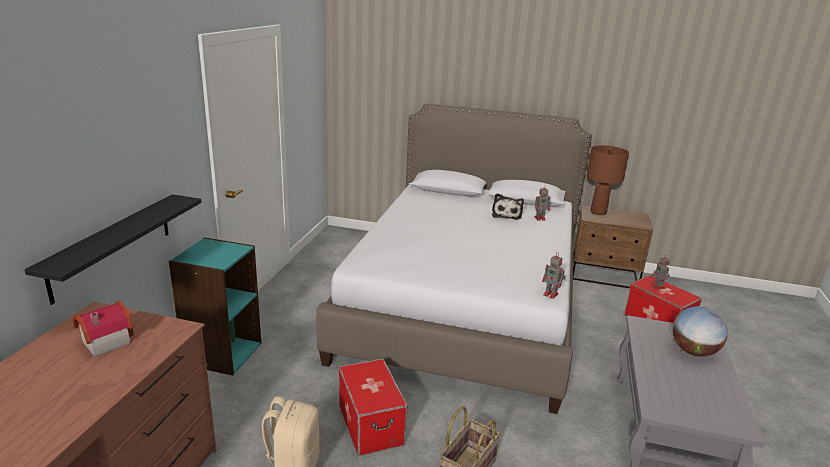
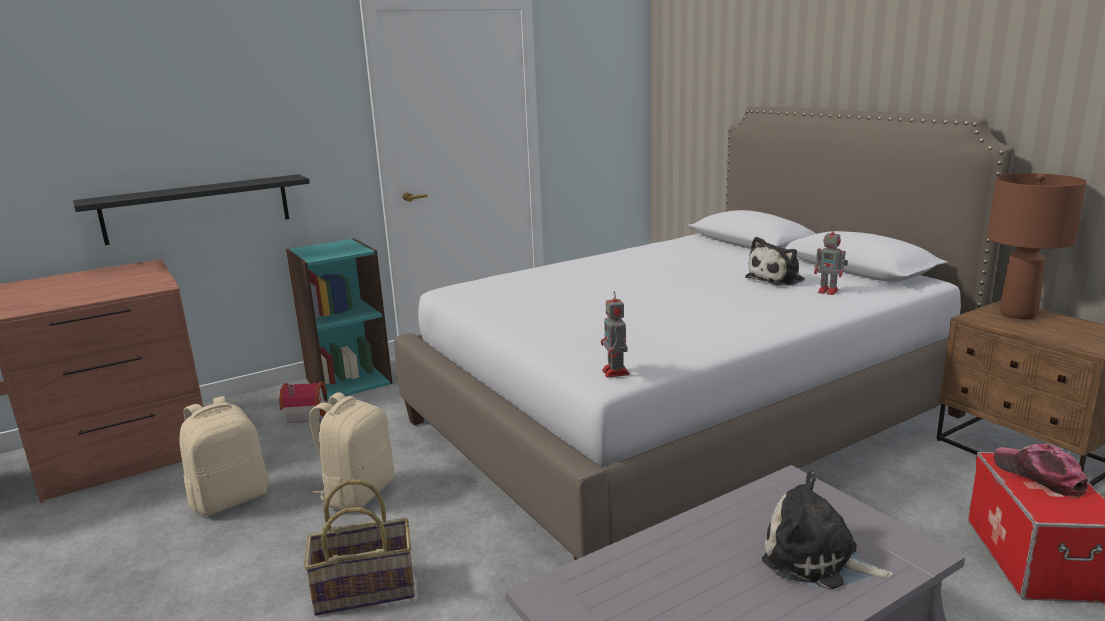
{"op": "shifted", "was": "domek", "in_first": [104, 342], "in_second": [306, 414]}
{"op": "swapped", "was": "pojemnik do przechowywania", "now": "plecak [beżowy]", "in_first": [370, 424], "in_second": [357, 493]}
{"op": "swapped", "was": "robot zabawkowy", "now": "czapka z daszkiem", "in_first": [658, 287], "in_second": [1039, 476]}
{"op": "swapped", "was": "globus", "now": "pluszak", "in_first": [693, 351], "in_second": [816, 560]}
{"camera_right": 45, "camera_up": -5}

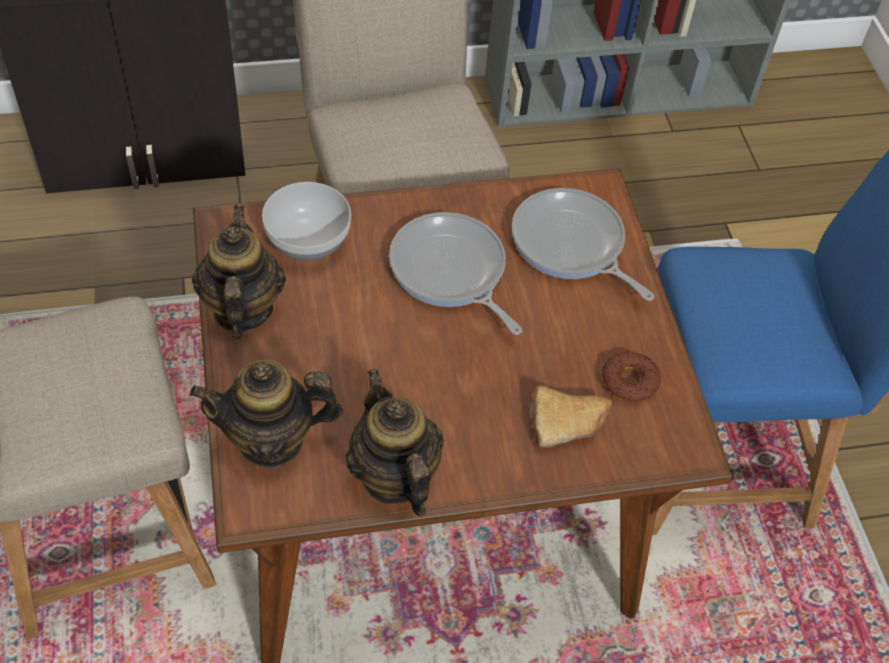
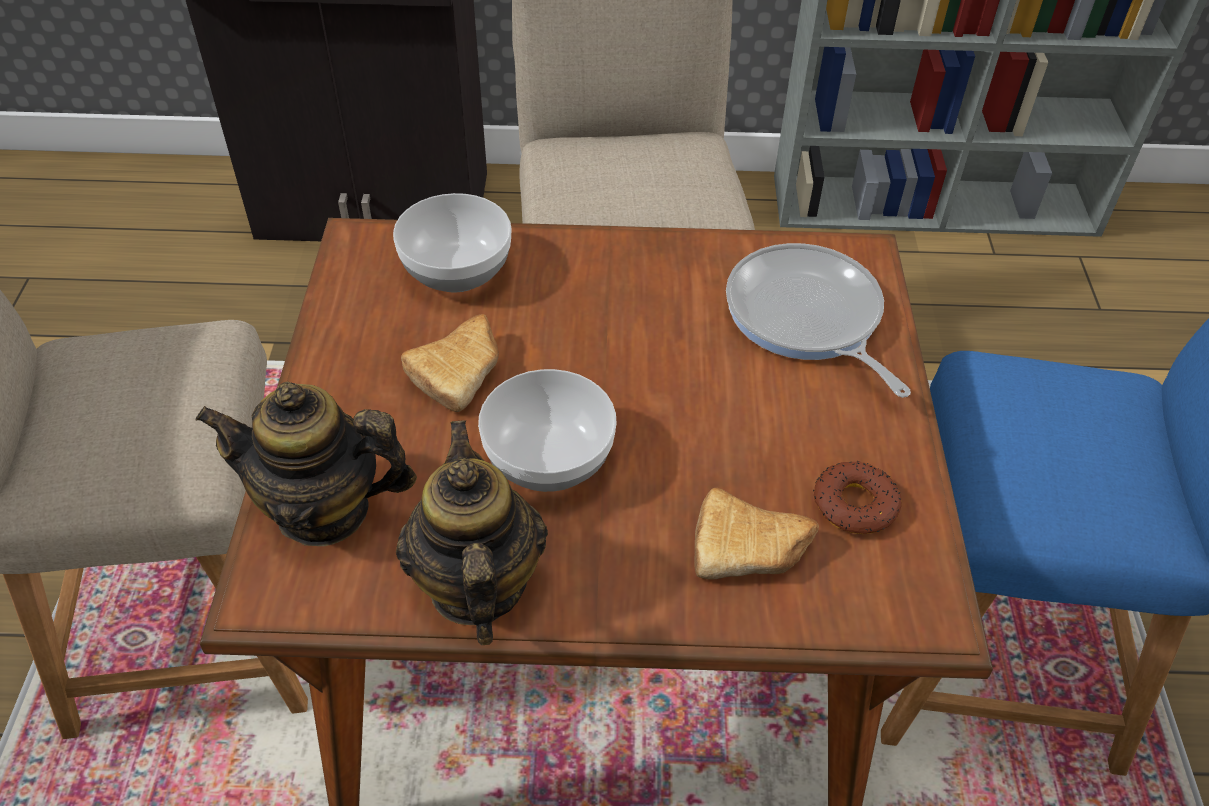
{"op": "gone", "was": "imbryk", "in_first": [241, 309]}
{"op": "gone", "was": "patelnia", "in_first": [450, 272]}
{"op": "new", "now": "chleb", "in_second": [462, 371]}
{"op": "new", "now": "miska", "in_second": [547, 457]}
{"camera_right": 15, "camera_up": -5}

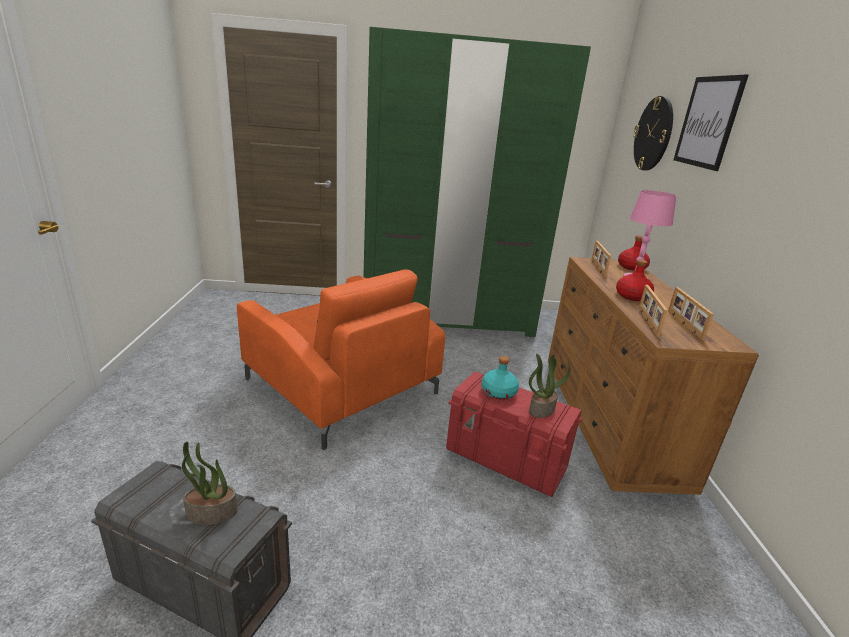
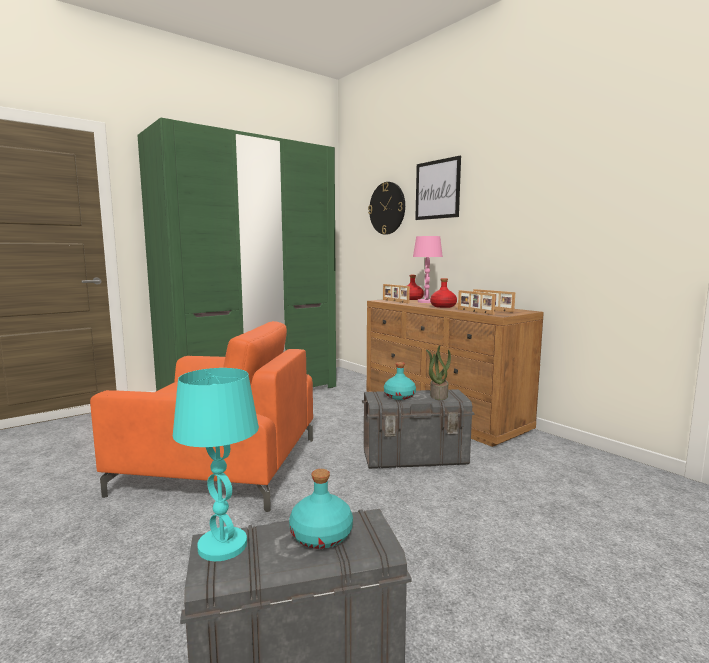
{"op": "new", "now": "lampa stołowa [turkusowy]", "in_second": [222, 545]}
{"op": "swapped", "was": "roślina doniczkowa", "now": "butelka [turkusowy]", "in_first": [211, 513], "in_second": [321, 536]}
{"op": "repainted", "was": "pojemnik do przechowywania [czerwony]", "now": "pojemnik do przechowywania [szary]", "in_first": [506, 460], "in_second": [415, 458]}
{"camera_right": -35, "camera_up": -15}

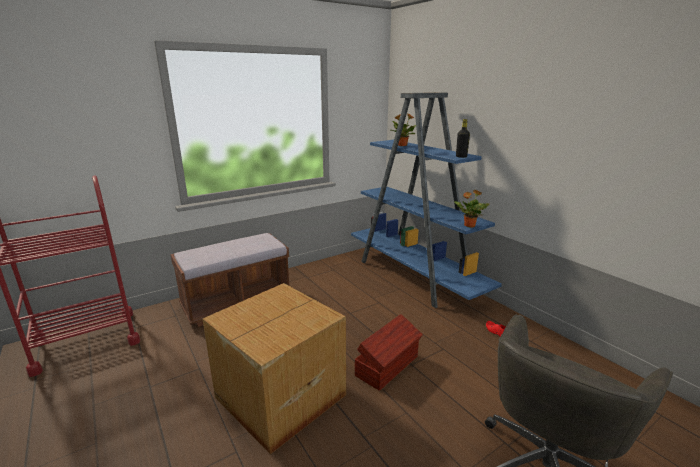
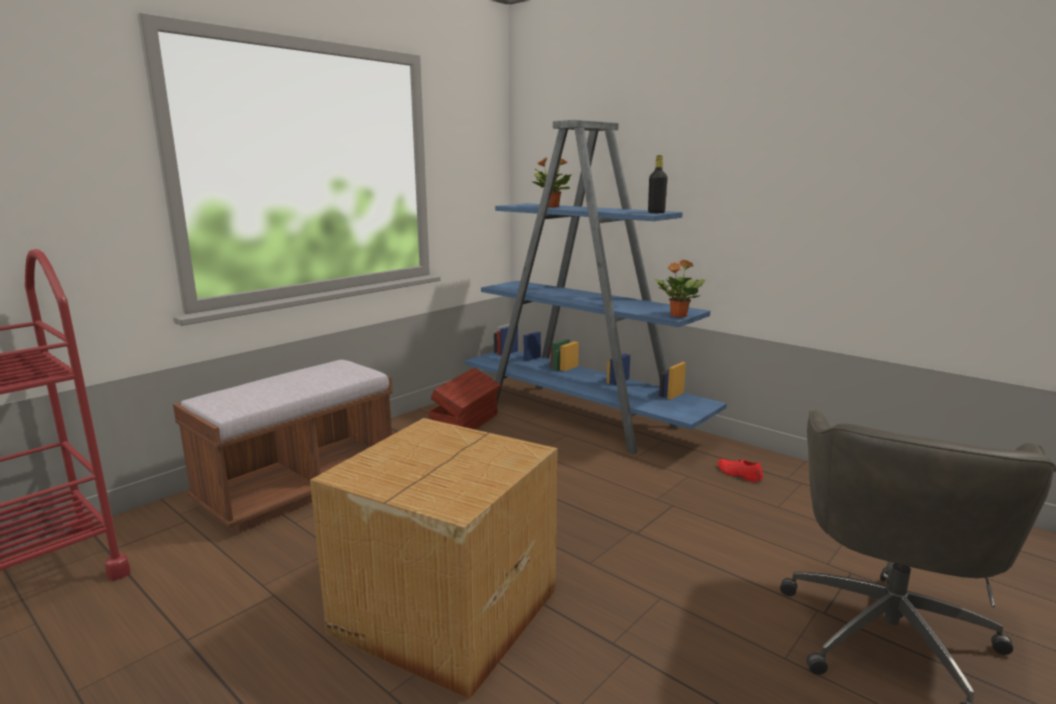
{"op": "shifted", "was": "pojemnik do przechowywania [brązowy]", "in_first": [388, 366], "in_second": [466, 423]}
{"camera_right": -15, "camera_up": -5}

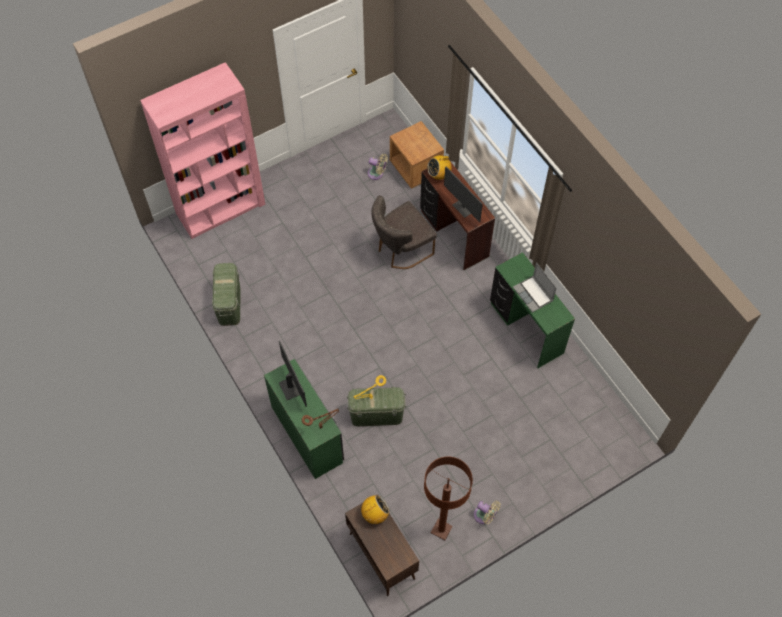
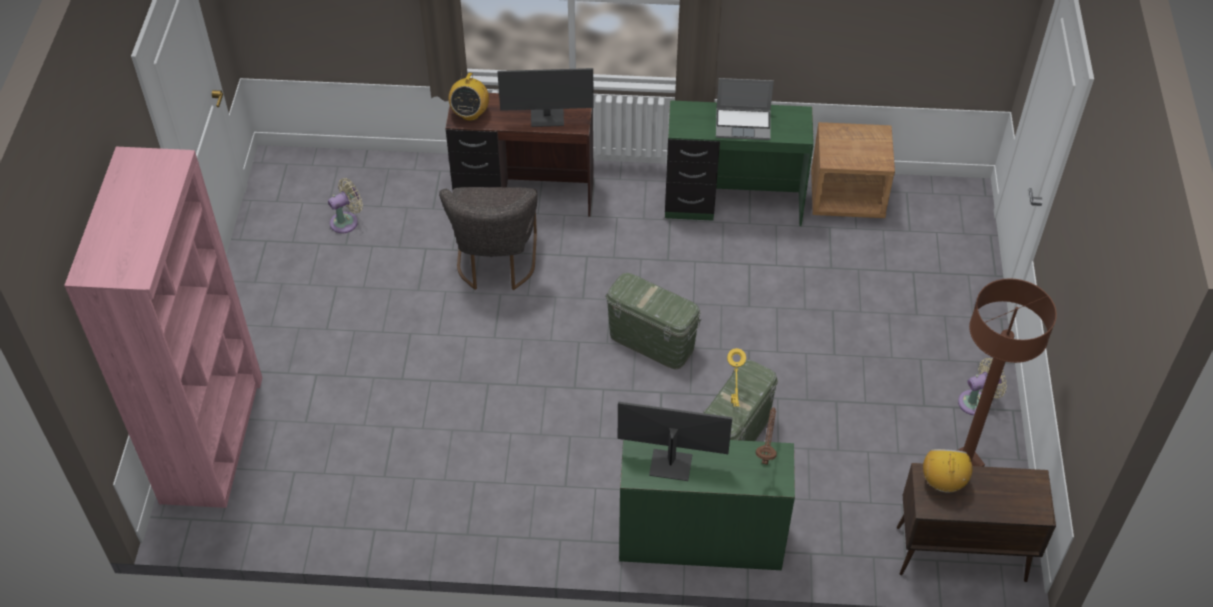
{"op": "shifted", "was": "pojemnik do przechowywania [zielony]", "in_first": [229, 304], "in_second": [651, 342]}
{"op": "shifted", "was": "szafka nocna [brązowy]", "in_first": [416, 168], "in_second": [847, 196]}
{"camera_right": -55, "camera_up": -10}

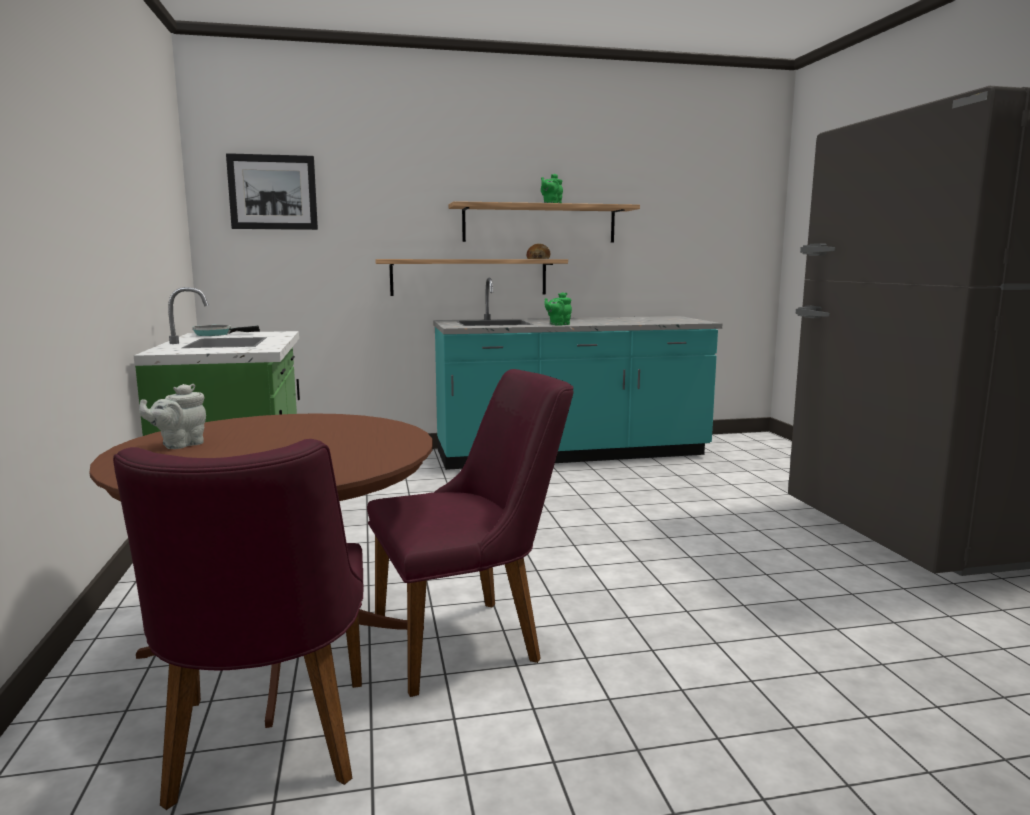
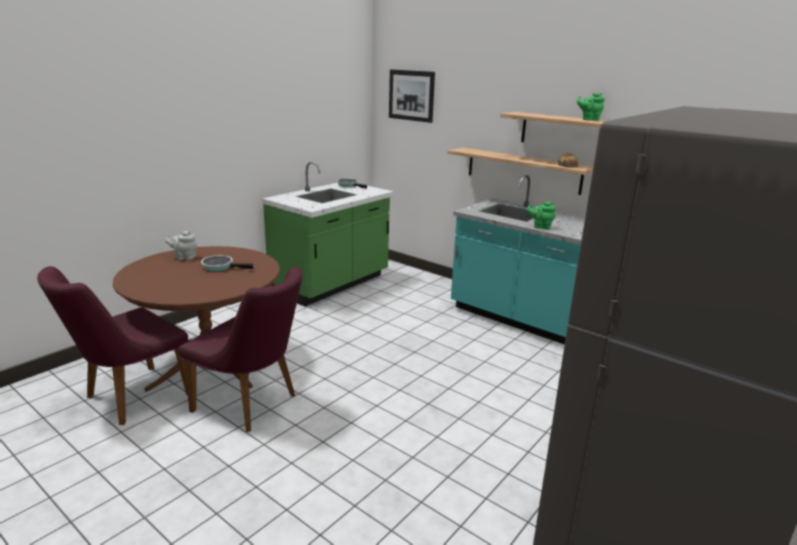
{"op": "new", "now": "patelnia", "in_second": [220, 267]}
{"camera_right": 50, "camera_up": 10}

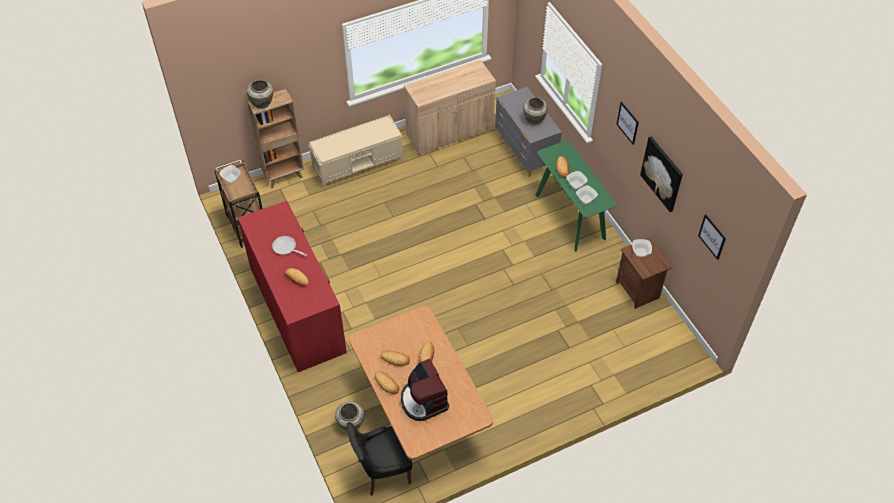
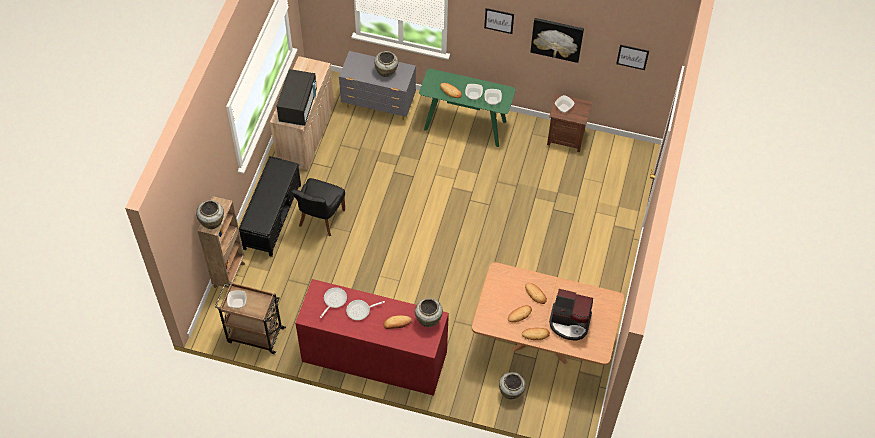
{"op": "new", "now": "mikrofalówka [czarny]", "in_second": [298, 106]}
{"op": "new", "now": "patelnia", "in_second": [333, 300]}
{"op": "new", "now": "wazon [beżowy]", "in_second": [428, 319]}
{"op": "shifted", "was": "krzesło [czarny]", "in_first": [382, 471], "in_second": [320, 218]}
{"op": "repainted", "was": "ławka [beżowy]", "now": "ławka [czarny]", "in_first": [358, 164], "in_second": [272, 216]}
{"camera_right": -50, "camera_up": 5}

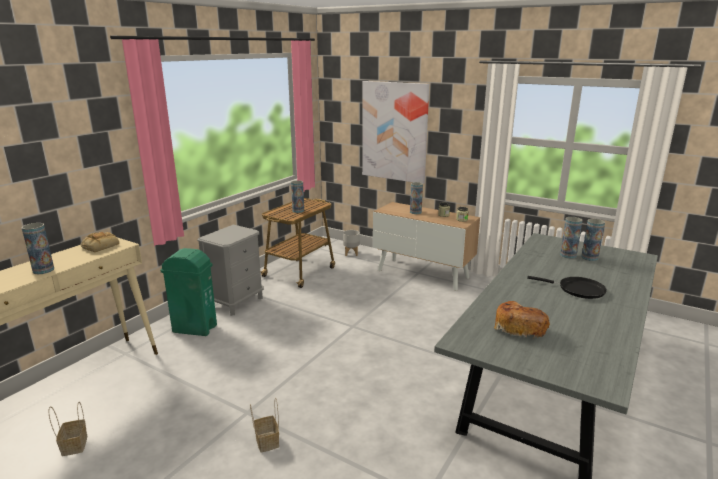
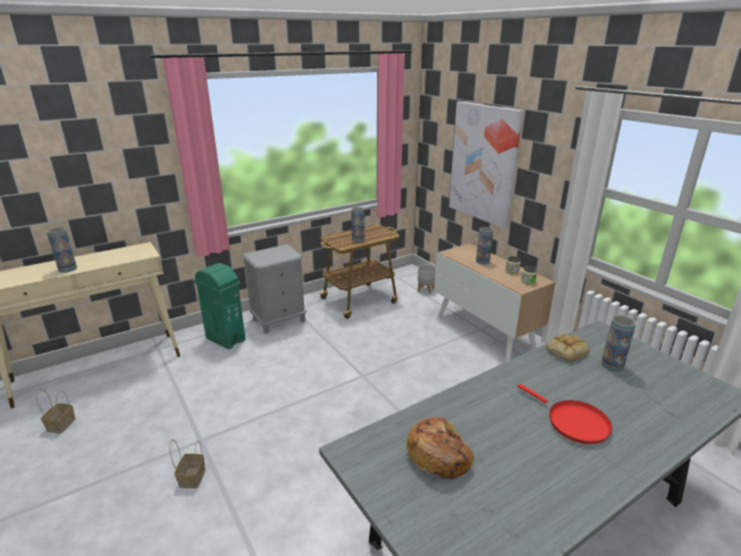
{"op": "gone", "was": "wazon", "in_first": [589, 258]}
{"op": "shifted", "was": "chleb", "in_first": [100, 246], "in_second": [566, 351]}
{"op": "repainted", "was": "patelnia [czarny]", "now": "patelnia [czerwony]", "in_first": [577, 290], "in_second": [573, 422]}
{"camera_right": 25, "camera_up": 5}

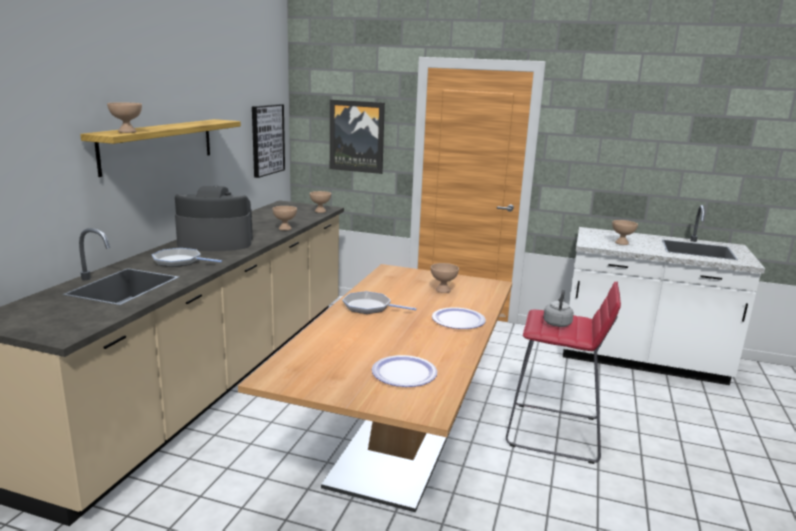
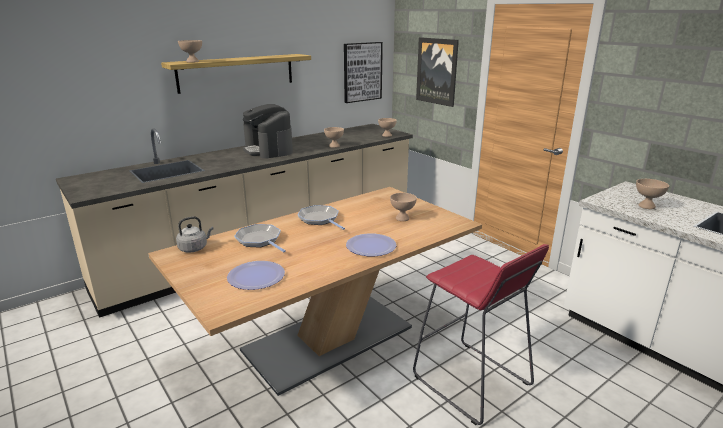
{"op": "shifted", "was": "patelnia", "in_first": [180, 261], "in_second": [260, 240]}
{"op": "shifted", "was": "czajnik [szary]", "in_first": [557, 323], "in_second": [194, 248]}
{"op": "rotated", "was": "ekspres do kawy", "in_first": [215, 243], "in_second": [268, 150], "clockwise": -150}
{"camera_right": 35, "camera_up": 5}

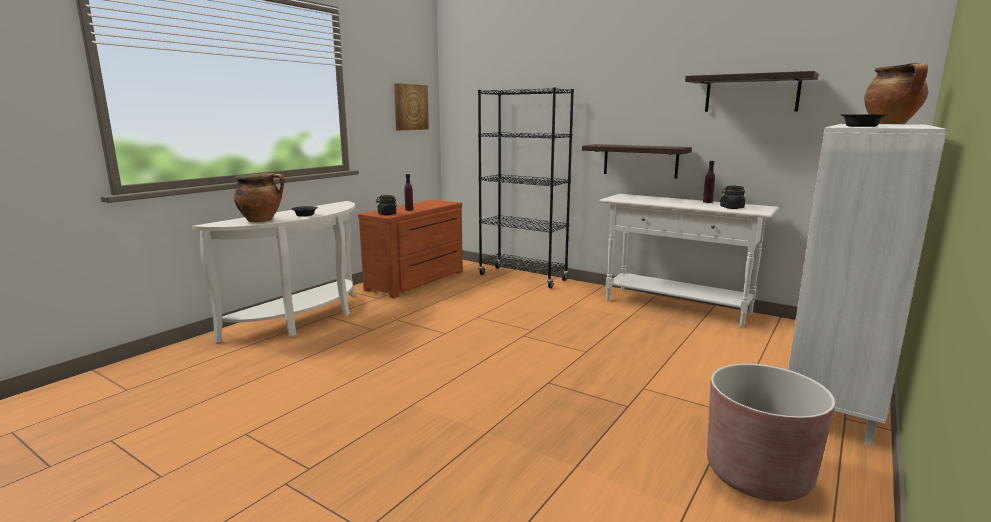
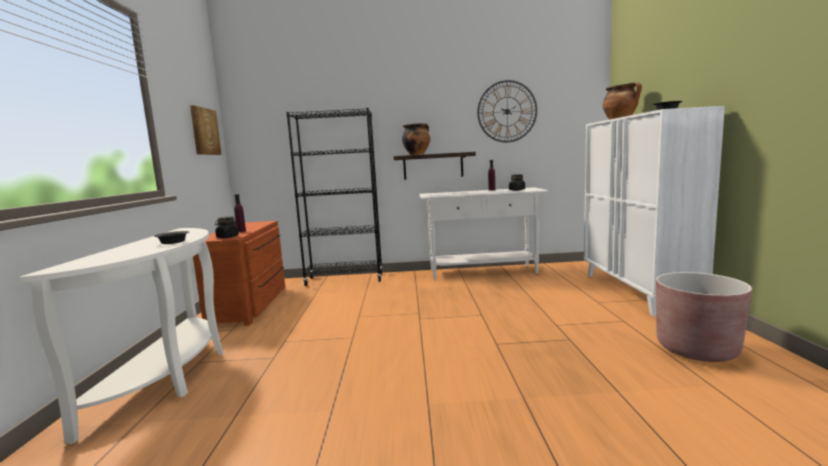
{"op": "shifted", "was": "garnek", "in_first": [261, 220], "in_second": [417, 154]}
{"op": "swapped", "was": "półka", "now": "zegar ścienny", "in_first": [751, 93], "in_second": [507, 111]}
{"camera_right": -35, "camera_up": -5}

